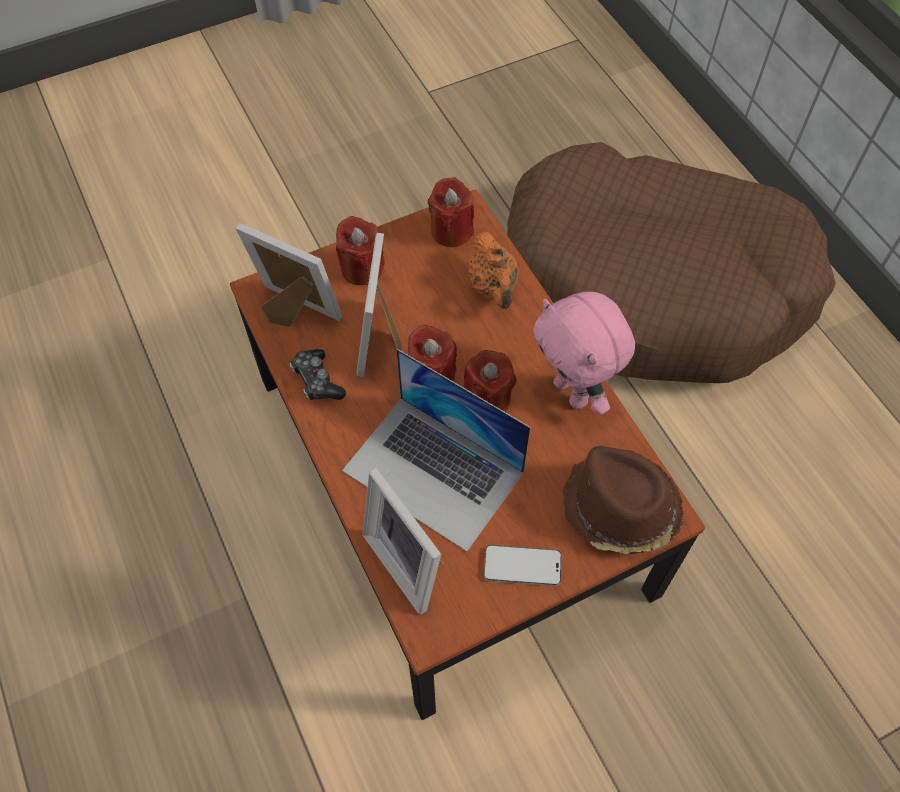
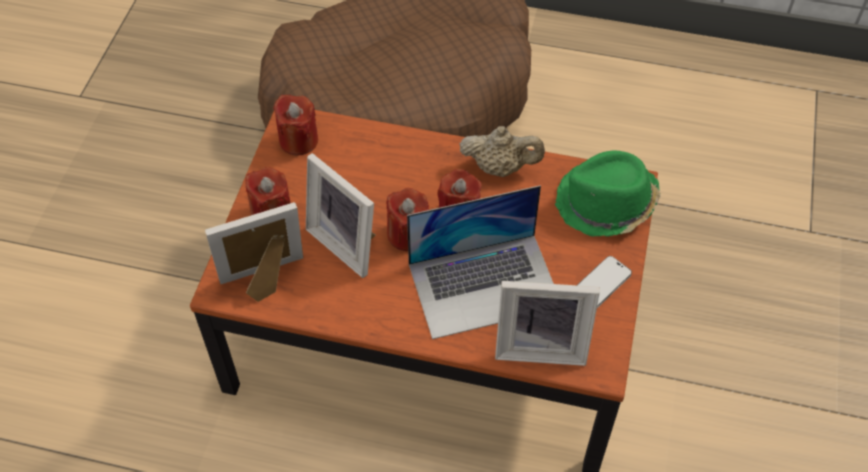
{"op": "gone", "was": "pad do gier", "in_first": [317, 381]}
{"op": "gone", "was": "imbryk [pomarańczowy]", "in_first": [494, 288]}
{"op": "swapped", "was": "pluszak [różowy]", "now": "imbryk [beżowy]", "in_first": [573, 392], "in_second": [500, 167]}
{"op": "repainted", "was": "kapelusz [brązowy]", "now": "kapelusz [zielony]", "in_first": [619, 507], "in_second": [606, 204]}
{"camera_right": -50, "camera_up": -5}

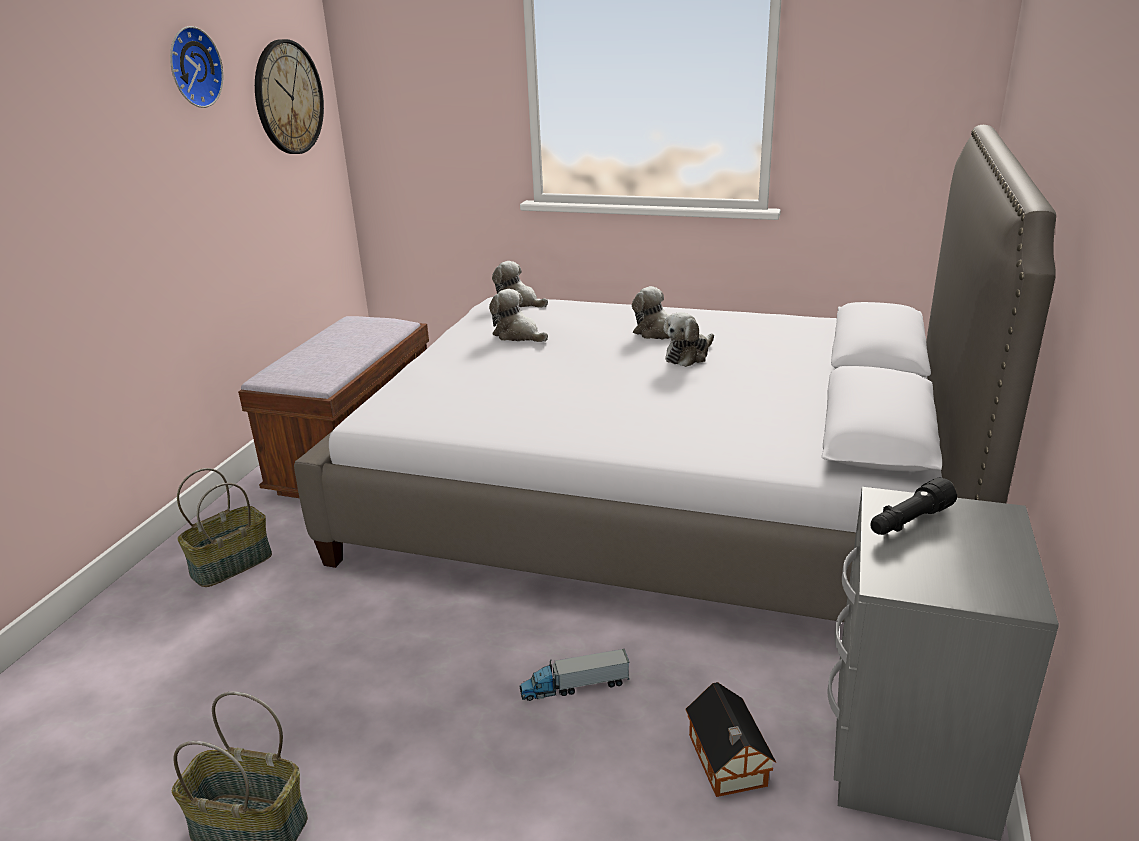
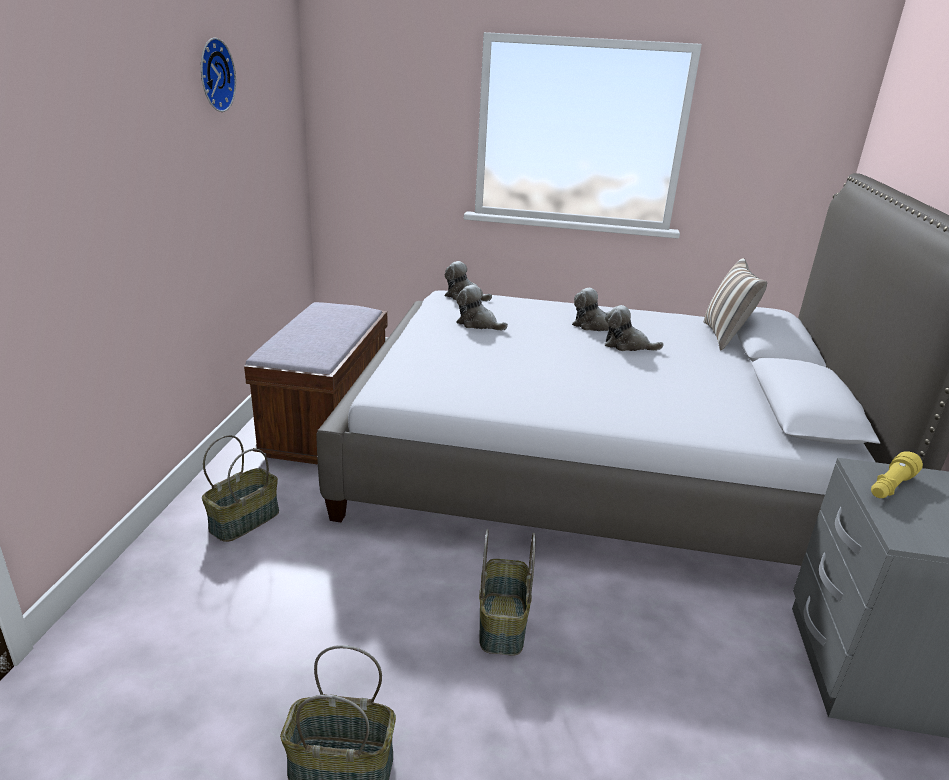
{"op": "gone", "was": "zegar ścienny", "in_first": [288, 97]}
{"op": "gone", "was": "ciężarówka zabawkowa", "in_first": [574, 686]}
{"op": "gone", "was": "domek", "in_first": [727, 763]}
{"op": "new", "now": "koszyk", "in_second": [503, 624]}
{"op": "new", "now": "poduszka", "in_second": [726, 336]}
{"op": "repainted", "was": "latarka [czarny]", "now": "latarka [żółty]", "in_first": [908, 522], "in_second": [890, 487]}
{"op": "rotated", "was": "pluszak", "in_first": [688, 355], "in_second": [627, 345], "clockwise": 75}
{"camera_right": -10, "camera_up": 0}

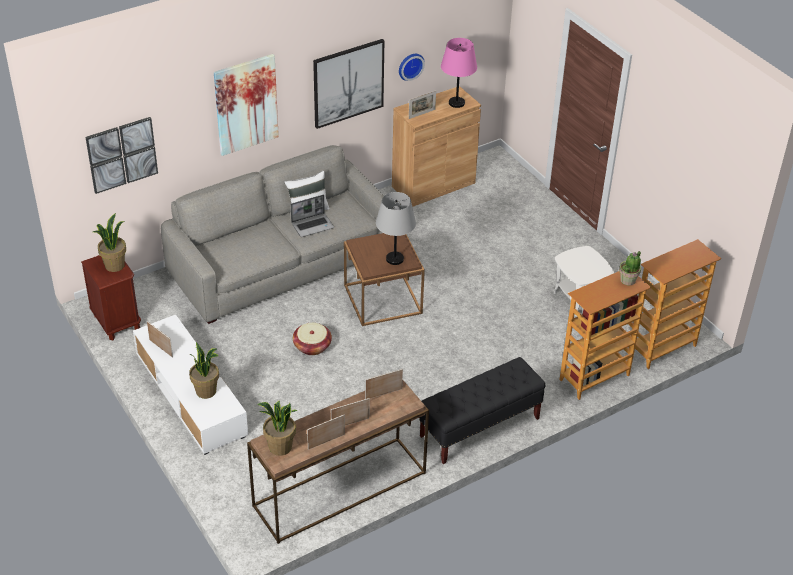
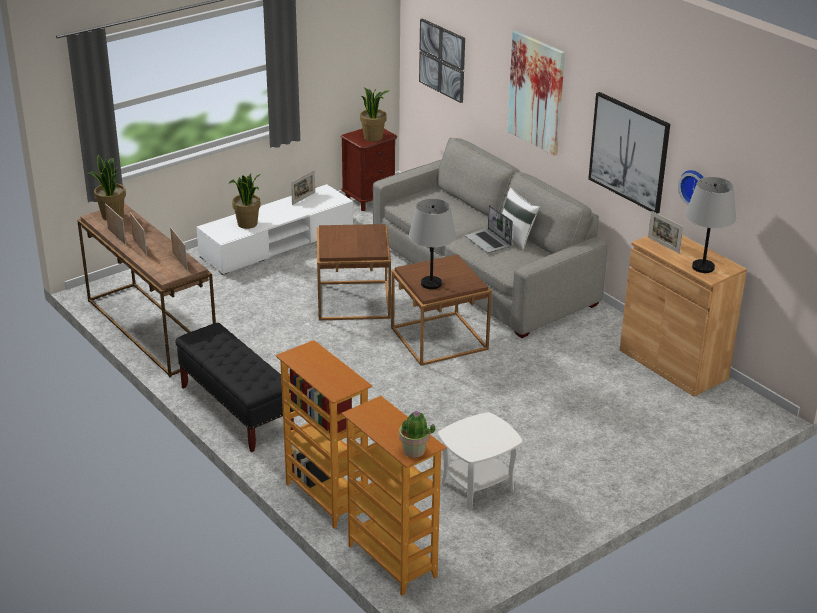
{"op": "shifted", "was": "roślina doniczkowa", "in_first": [628, 280], "in_second": [414, 451]}
{"op": "swapped", "was": "koszyk", "now": "stolik [brązowy]", "in_first": [312, 346], "in_second": [353, 300]}
{"op": "repainted", "was": "lampa stołowa [różowy]", "now": "lampa stołowa [szary]", "in_first": [456, 103], "in_second": [703, 267]}
{"camera_right": 85, "camera_up": -10}

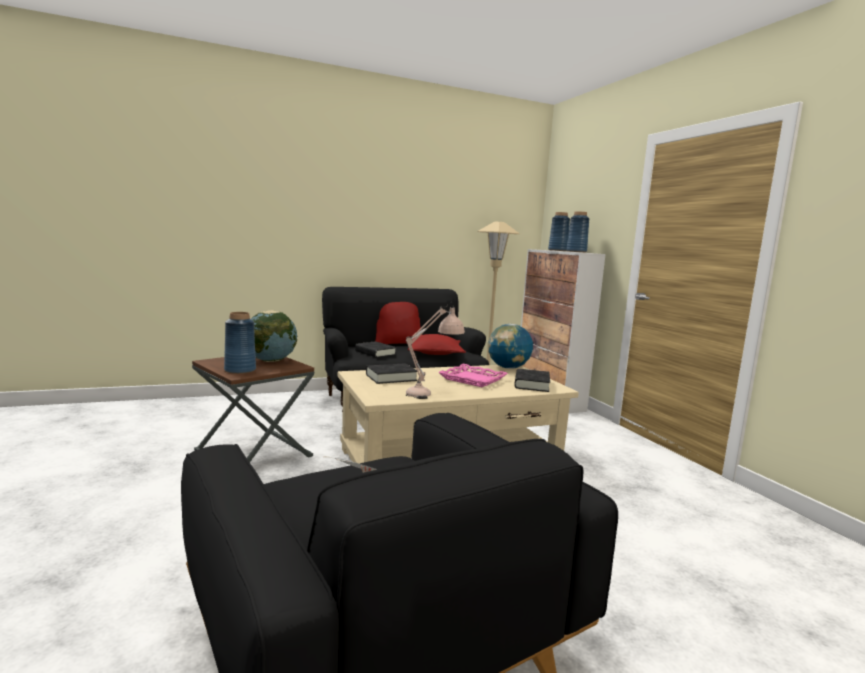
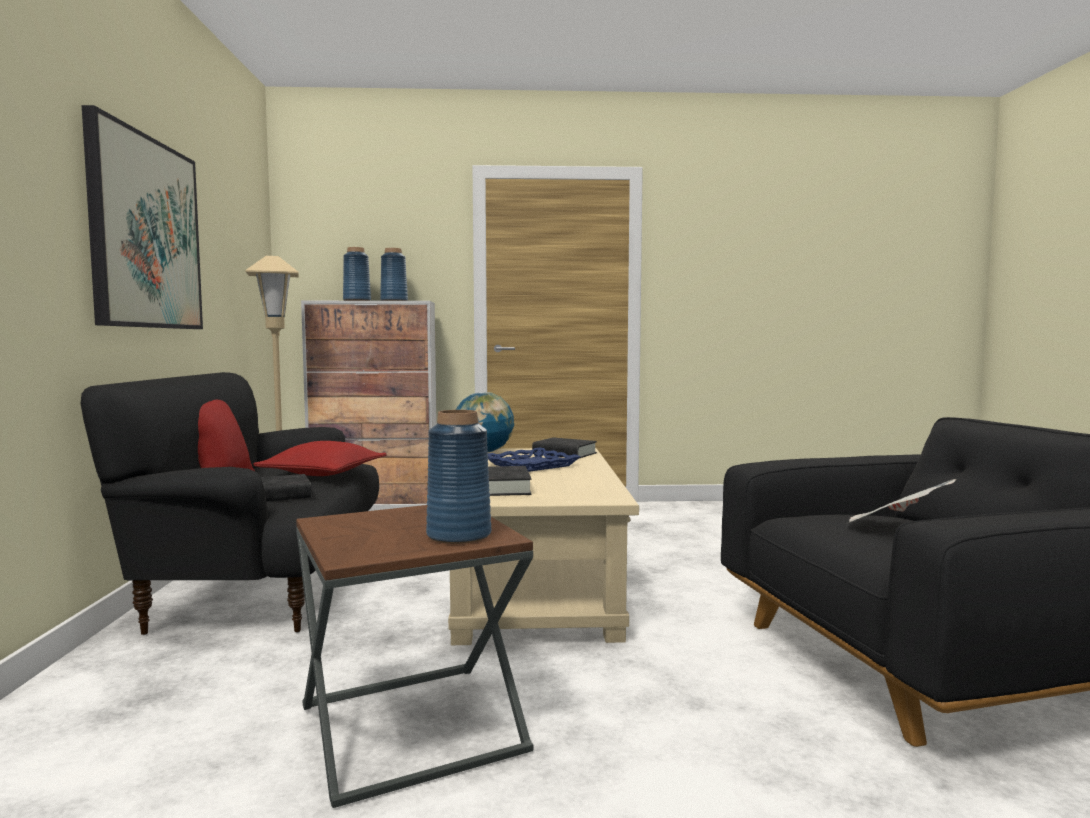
{"op": "gone", "was": "globus", "in_first": [271, 361]}
{"op": "gone", "was": "lampa stołowa [beżowy]", "in_first": [432, 393]}
{"op": "new", "now": "obraz", "in_second": [145, 233]}
{"op": "repainted", "was": "taca [różowy]", "now": "taca [niebieski]", "in_first": [472, 379], "in_second": [532, 465]}
{"camera_right": -70, "camera_up": -5}

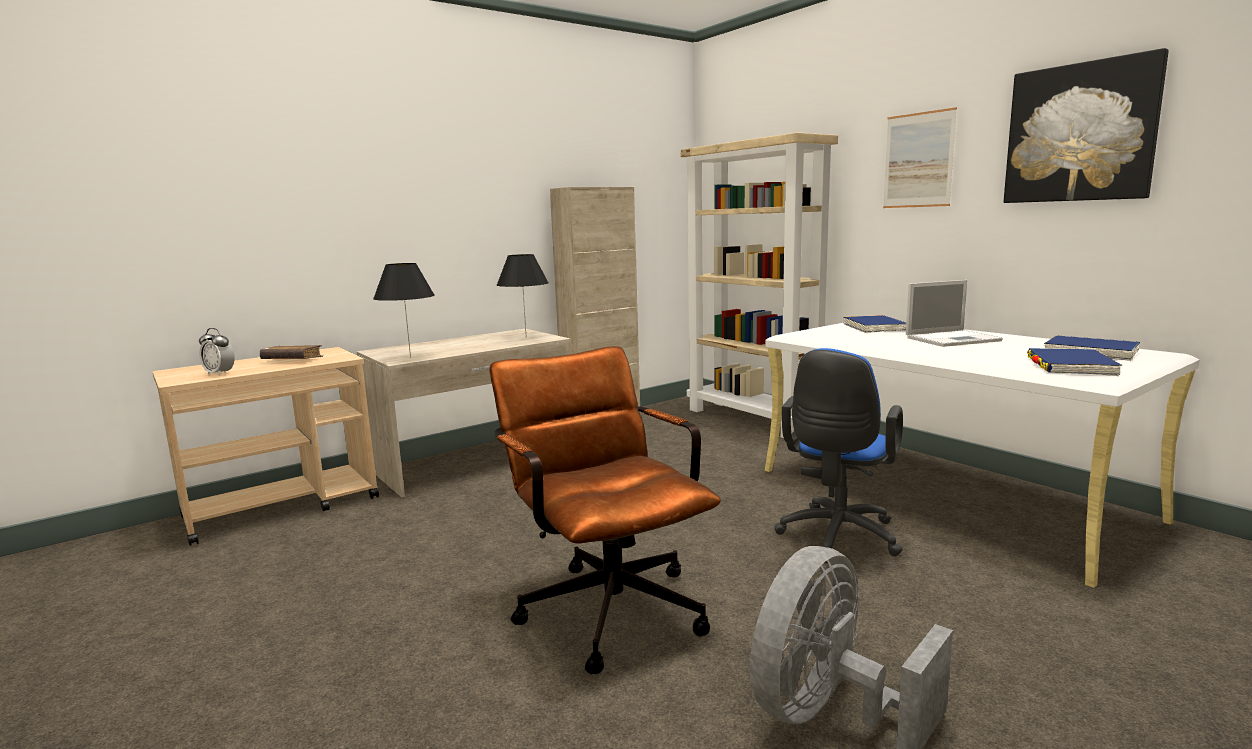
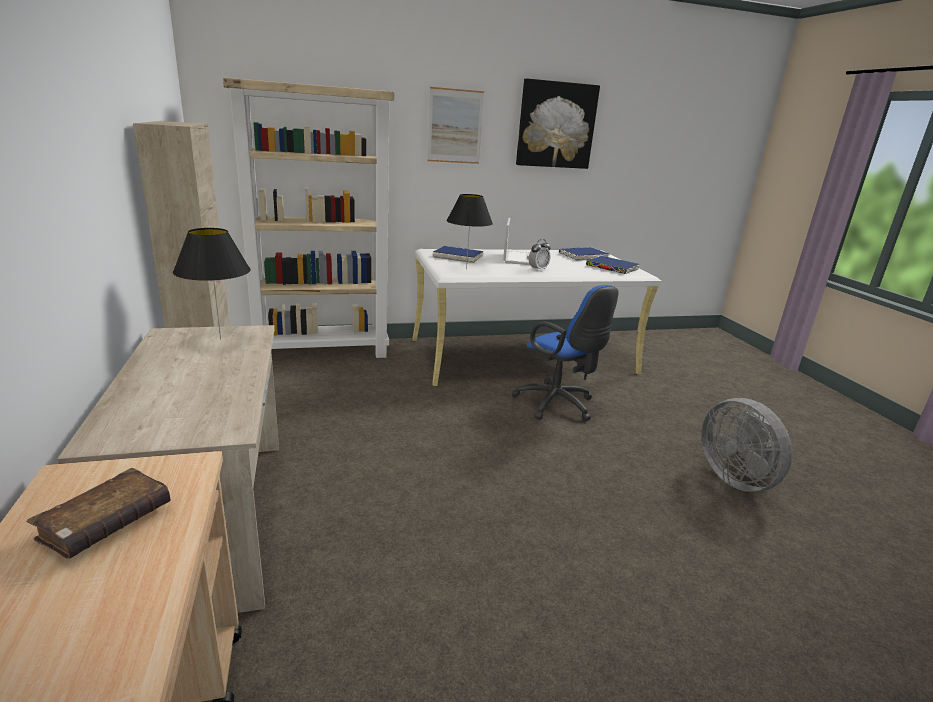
{"op": "gone", "was": "krzesło biurowe [brązowy]", "in_first": [606, 603]}
{"op": "shifted", "was": "budzik", "in_first": [219, 373], "in_second": [538, 269]}
{"op": "shifted", "was": "lampa stołowa [czarny]", "in_first": [410, 357], "in_second": [466, 269]}
{"camera_right": -70, "camera_up": 10}

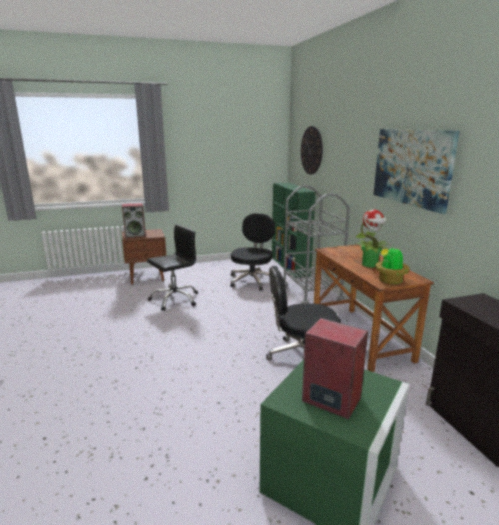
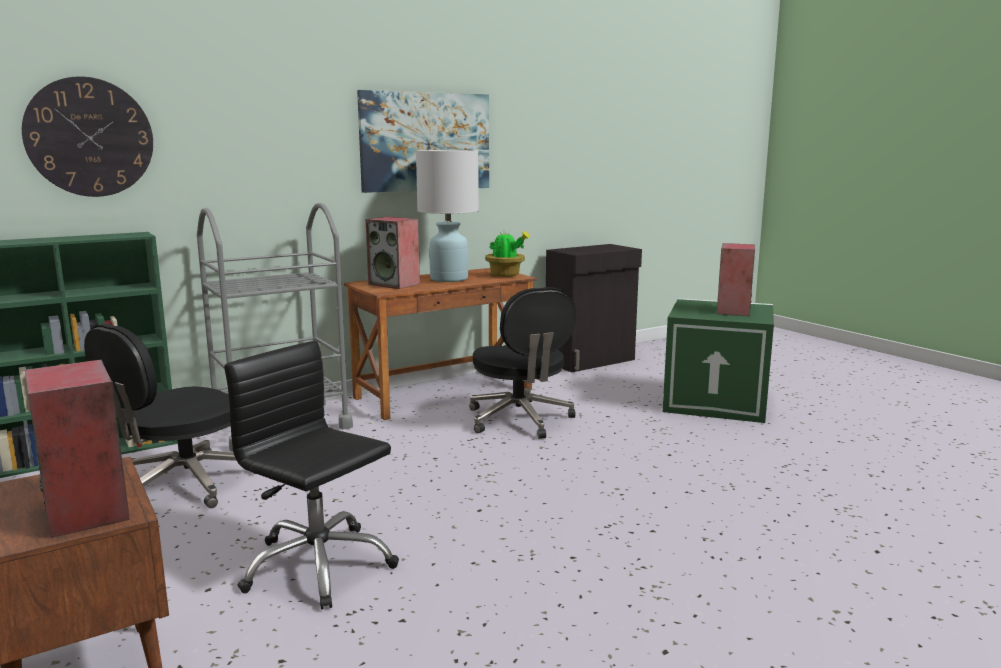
{"op": "new", "now": "głośnik", "in_second": [395, 284]}
{"op": "swapped", "was": "roślina doniczkowa", "now": "lampa stołowa [biały]", "in_first": [370, 264], "in_second": [448, 279]}
{"op": "rotated", "was": "krzesło biurowe [czarny]", "in_first": [252, 280], "in_second": [183, 485], "clockwise": -60}
{"camera_right": -105, "camera_up": -5}

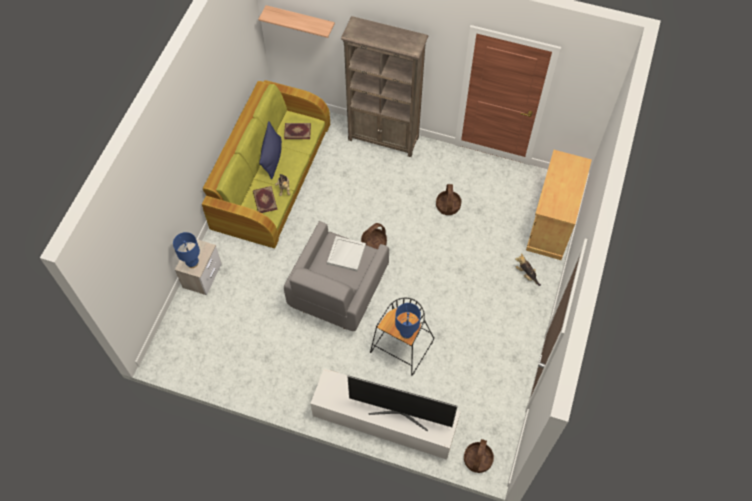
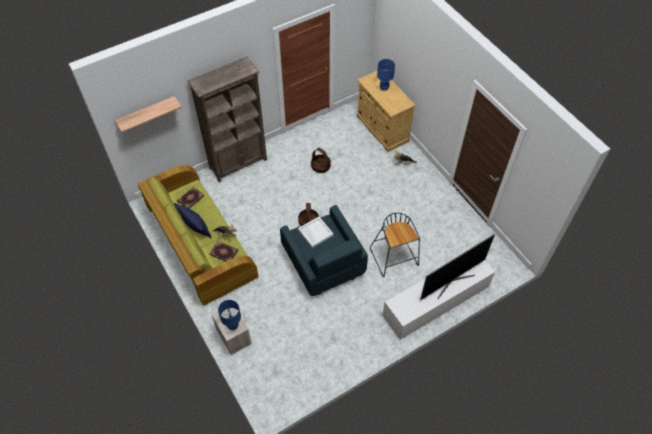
{"op": "gone", "was": "koszyk", "in_first": [478, 459]}
{"op": "shifted", "was": "lampa stołowa [niebieski]", "in_first": [406, 333], "in_second": [384, 88]}
{"op": "repainted", "was": "fotel [szary]", "now": "fotel [niebieski]", "in_first": [338, 292], "in_second": [323, 264]}
{"camera_right": -50, "camera_up": -5}

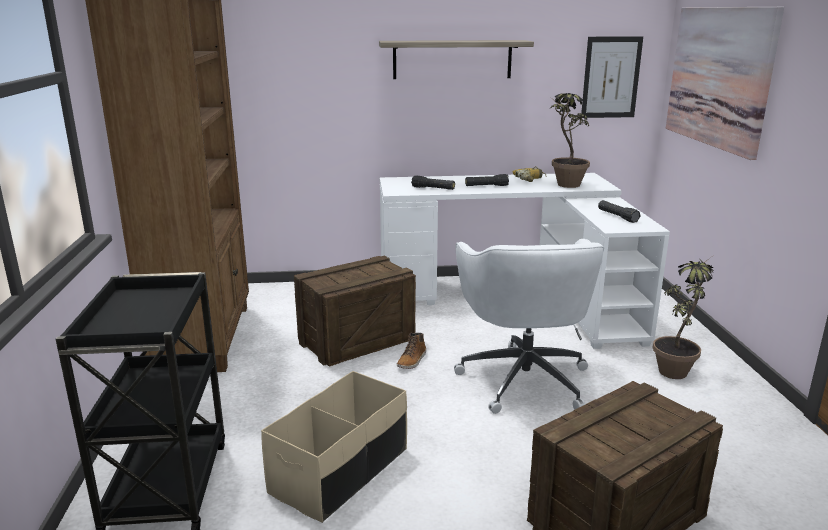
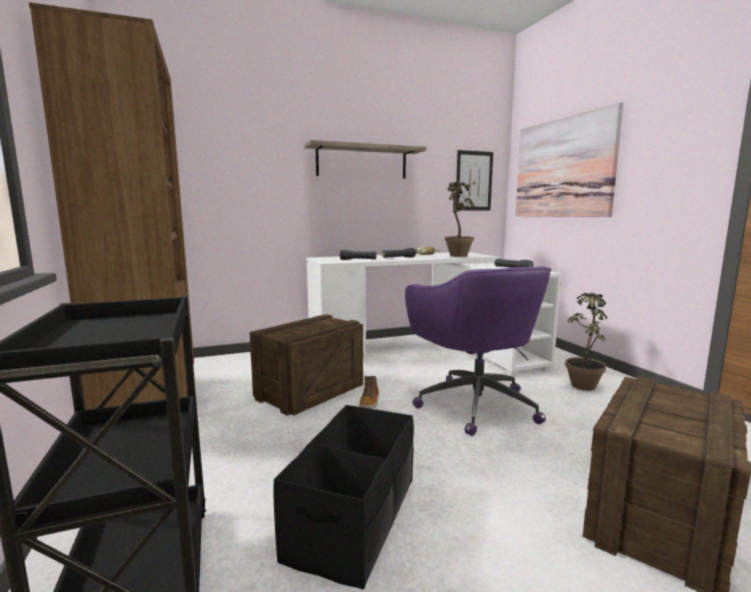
{"op": "repainted", "was": "pojemnik do przechowywania [beżowy]", "now": "pojemnik do przechowywania [czarny]", "in_first": [340, 471], "in_second": [354, 518]}
{"op": "repainted", "was": "krzesło biurowe [biały]", "now": "krzesło biurowe [fioletowy]", "in_first": [524, 378], "in_second": [475, 404]}
{"camera_right": -15, "camera_up": -10}

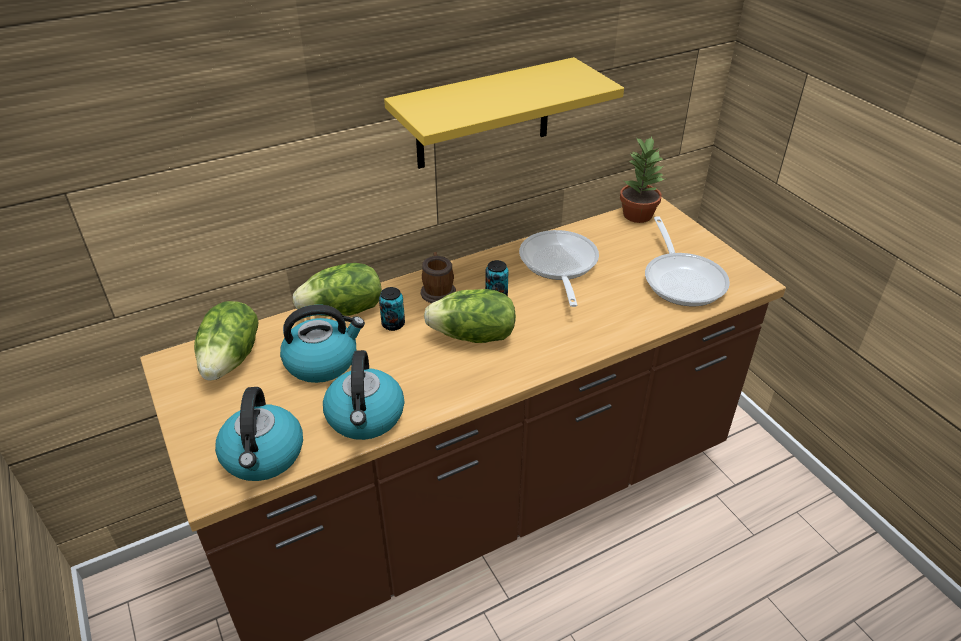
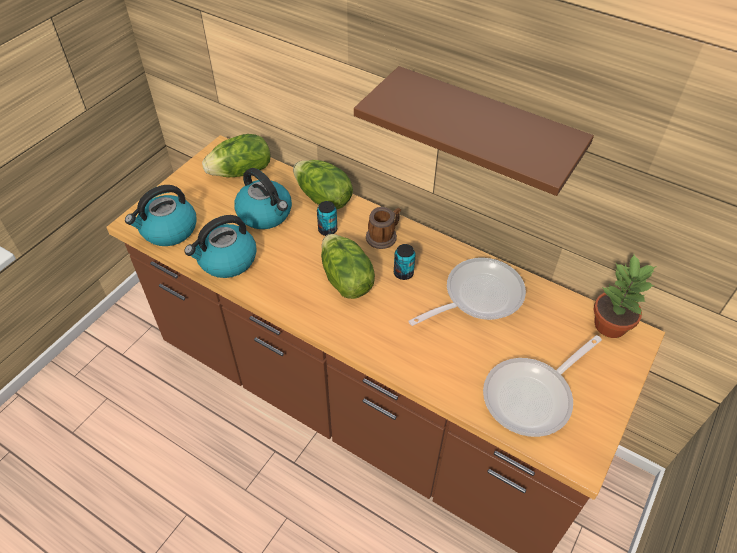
{"op": "repainted", "was": "półka [żółty]", "now": "półka [brązowy]", "in_first": [483, 114], "in_second": [485, 131]}
{"camera_right": 60, "camera_up": 10}

